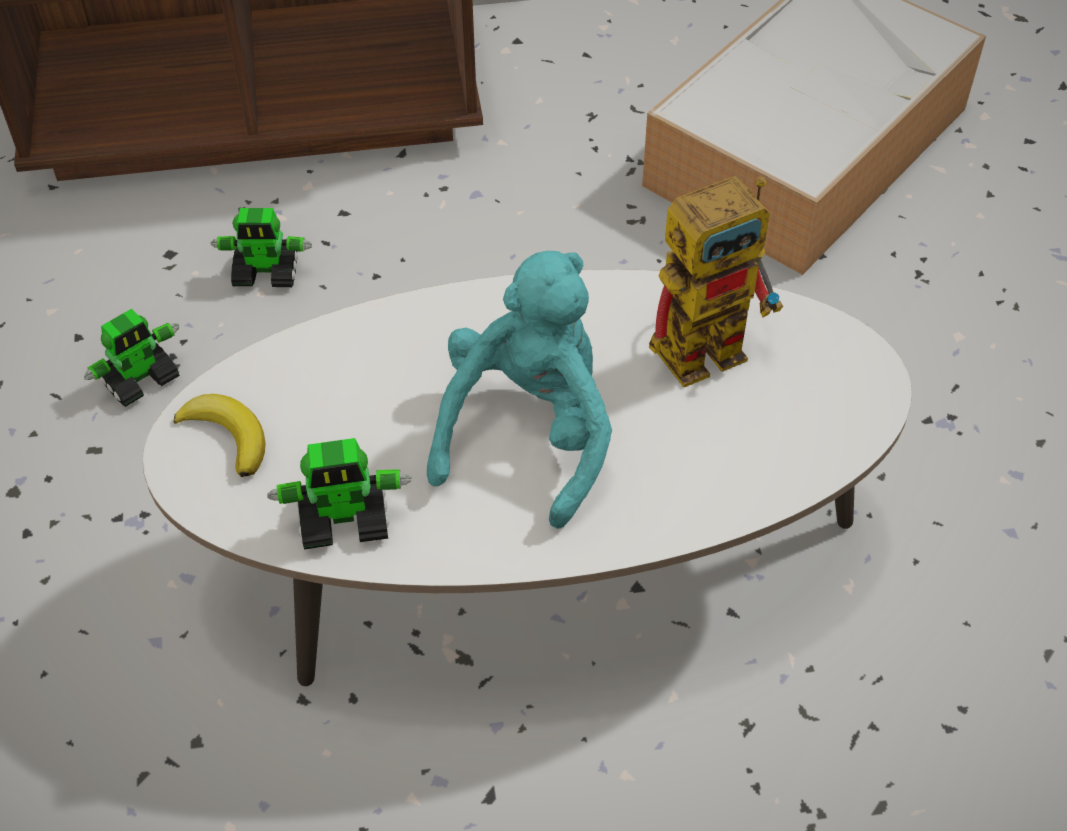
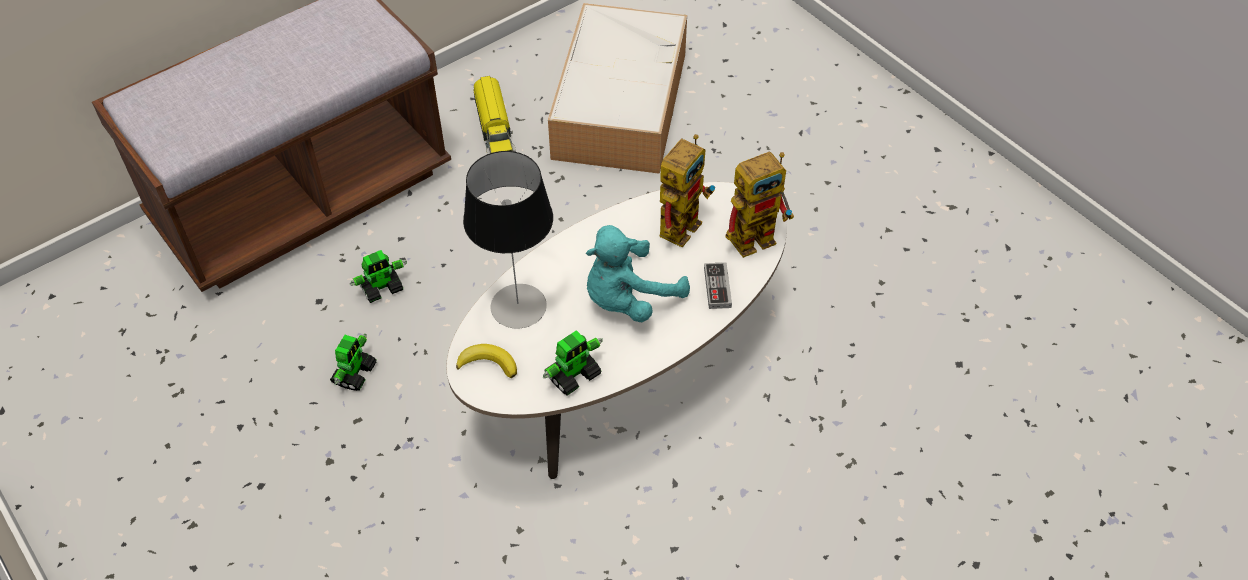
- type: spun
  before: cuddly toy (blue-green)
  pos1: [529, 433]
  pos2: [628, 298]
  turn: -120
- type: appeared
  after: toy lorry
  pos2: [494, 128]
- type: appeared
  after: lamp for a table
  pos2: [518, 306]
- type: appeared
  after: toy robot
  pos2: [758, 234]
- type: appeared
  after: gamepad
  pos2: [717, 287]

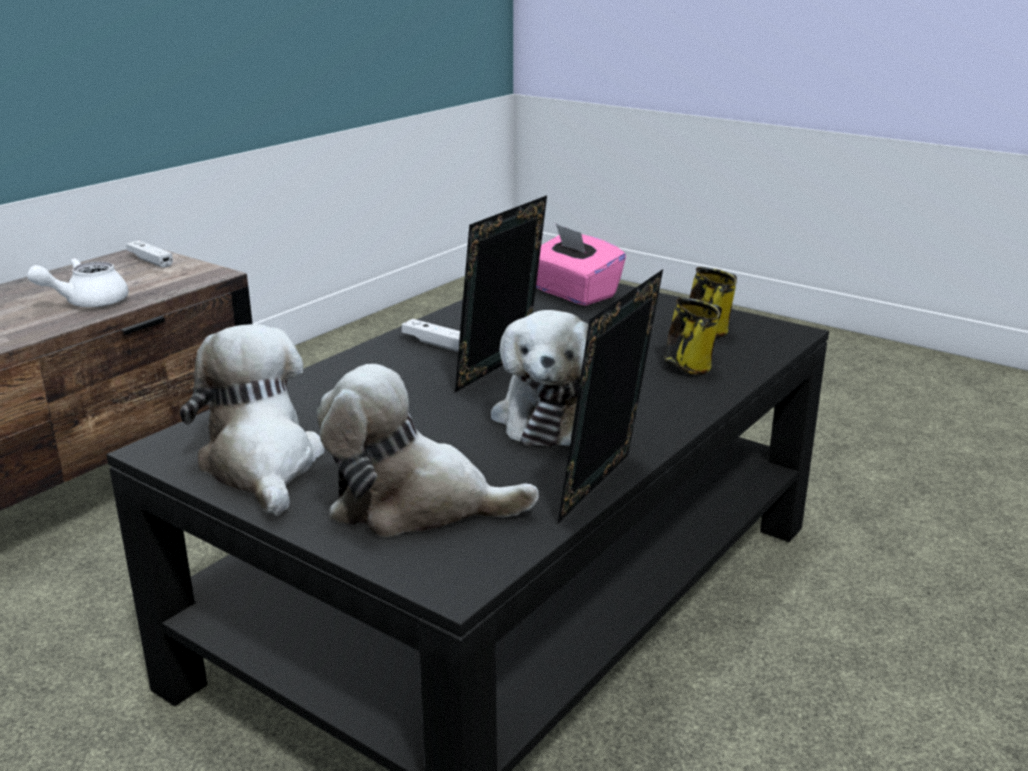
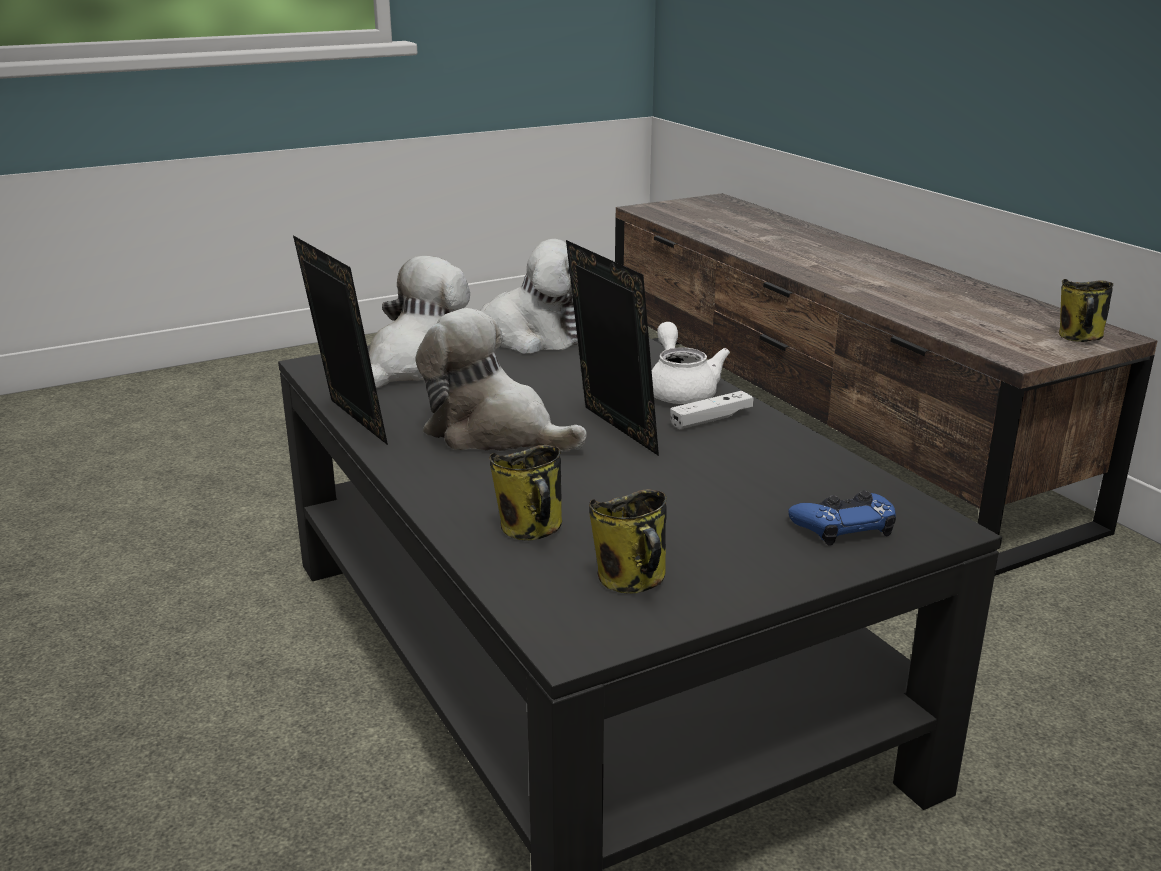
- type: exchanged
  before: tissue holder (pink)
  after: gamepad (bluish)
  pos1: [573, 293]
  pos2: [843, 526]
- type: exchanged
  before: gamepad (white-coloured)
  after: coffee mug
  pos1: [150, 260]
  pos2: [1080, 338]
- type: relocated
  before: pot for tea (white-coloured)
  pos1: [87, 302]
  pos2: [680, 390]

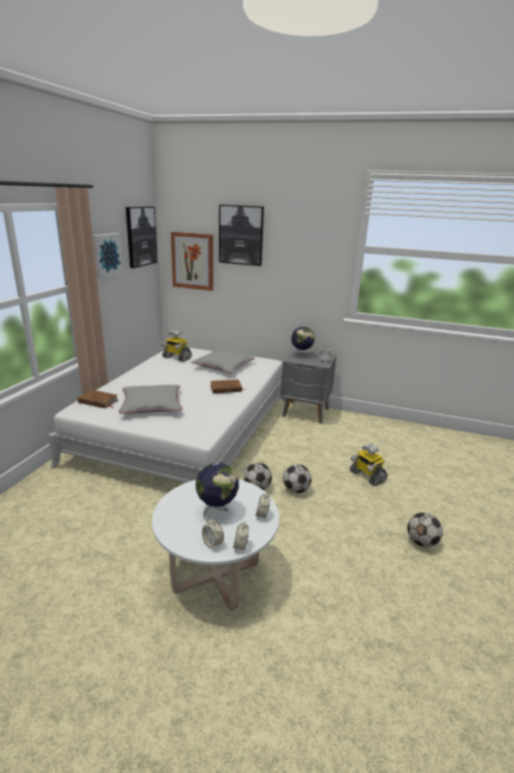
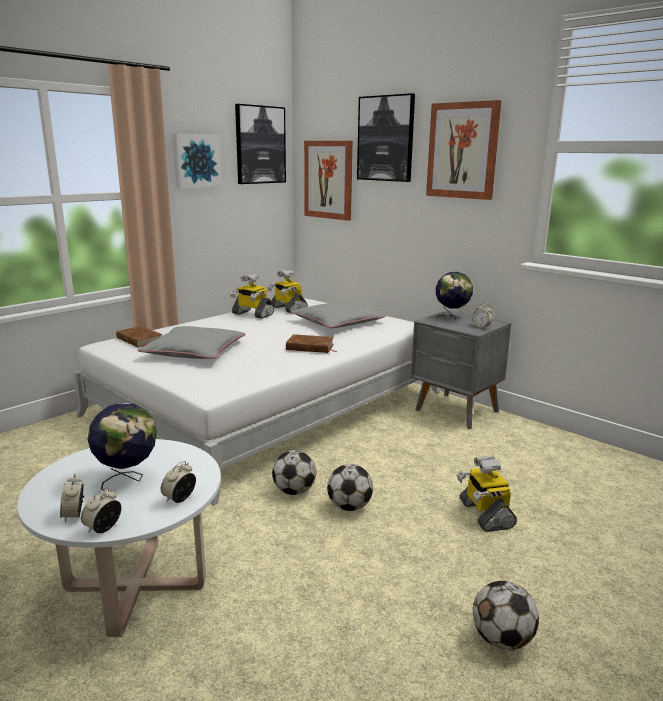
- type: appeared
  after: wall picture
  pos2: [462, 151]
- type: appeared
  after: toy robot
  pos2: [252, 314]

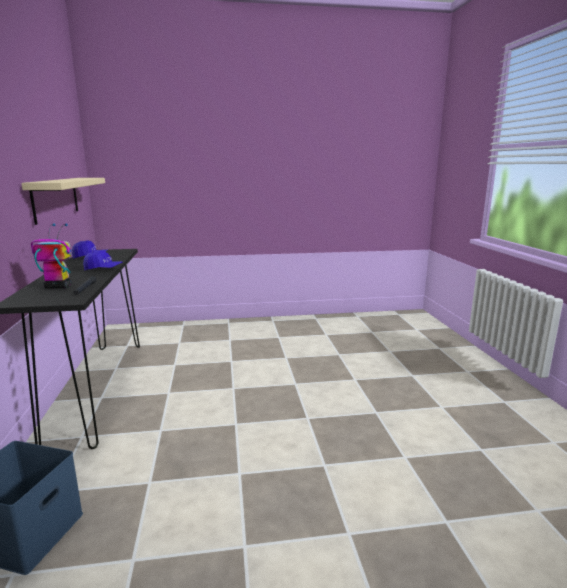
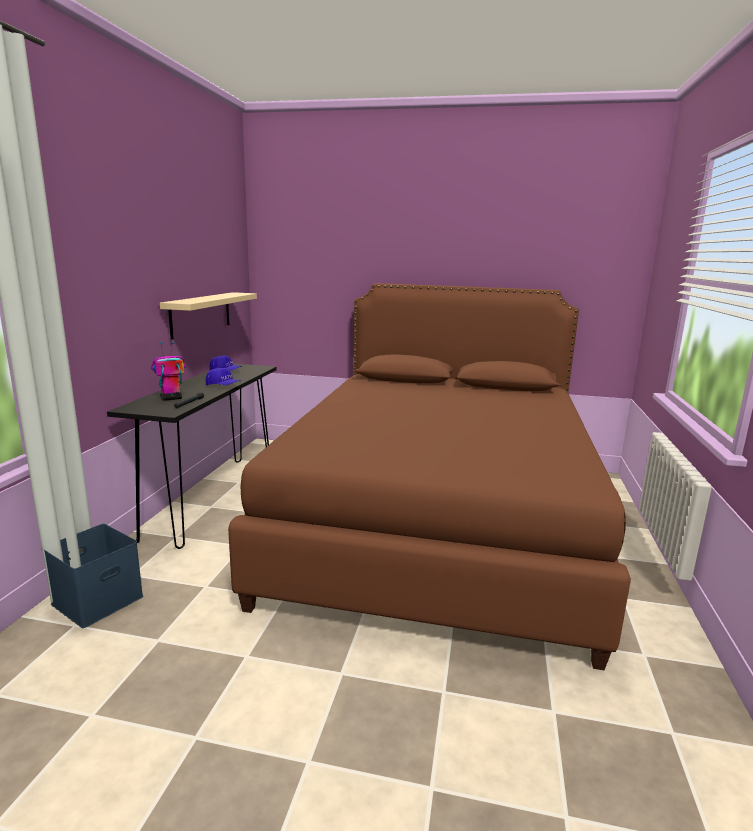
- type: spun
  before: toy robot
  pos1: [57, 287]
  pos2: [170, 398]
  turn: -45
- type: appeared
  after: bed (brown-coloured)
  pos2: [437, 522]

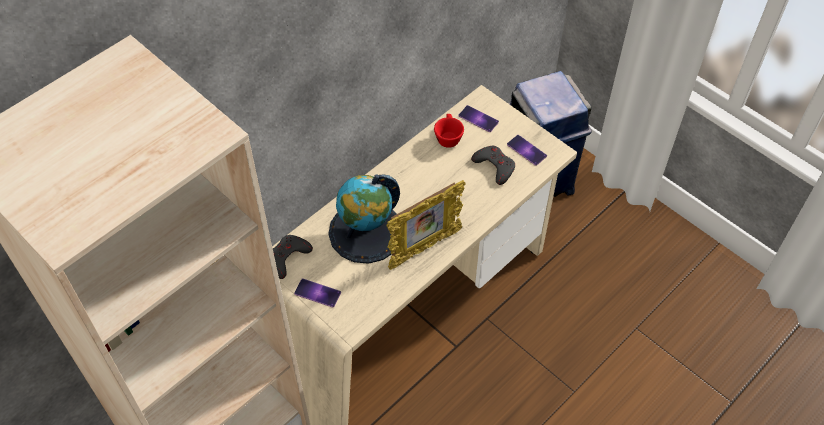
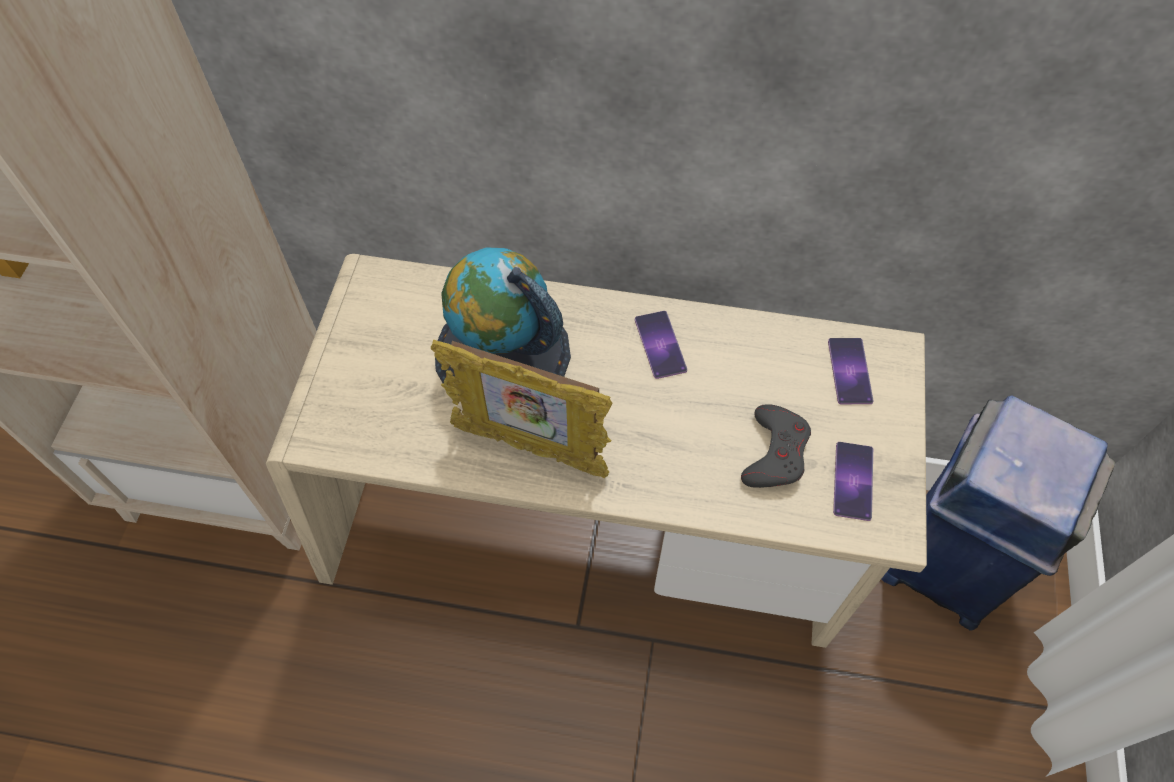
- type: missing
  before: drinking cup (red)
  pos1: [448, 137]
- type: missing
  before: gamepad (grey)
  pos1: [287, 258]
- type: relocated
  before: telephone
  pos1: [317, 293]
  pos2: [660, 344]

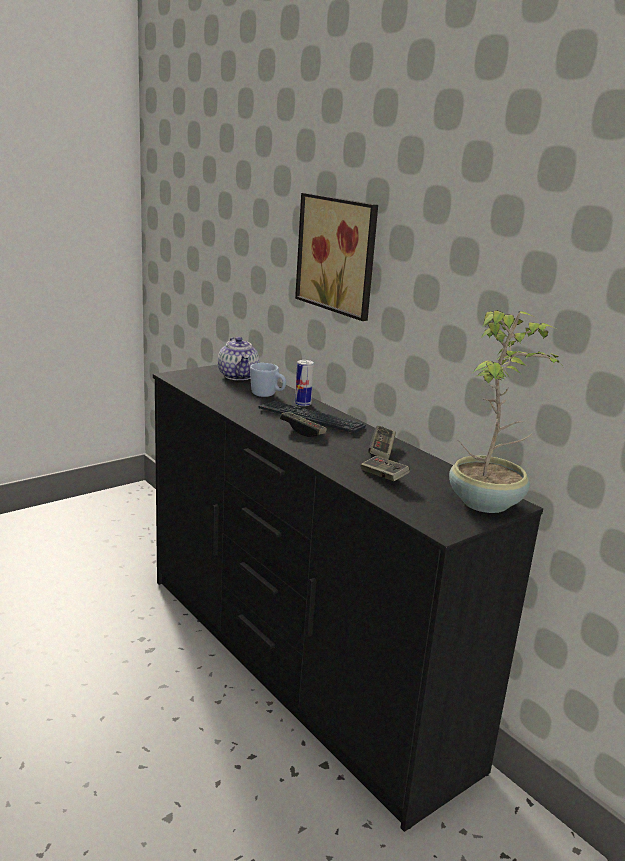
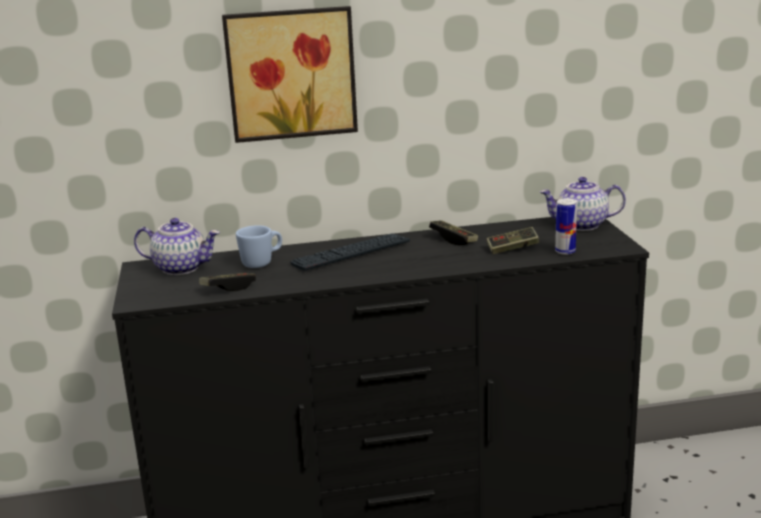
- type: exchanged
  before: potted plant
  after: pot for tea
  pos1: [487, 503]
  pos2: [581, 225]
- type: relocated
  before: can
  pos1: [302, 404]
  pos2: [565, 251]
- type: relocated
  before: gamepad
  pos1: [302, 431]
  pos2: [228, 288]

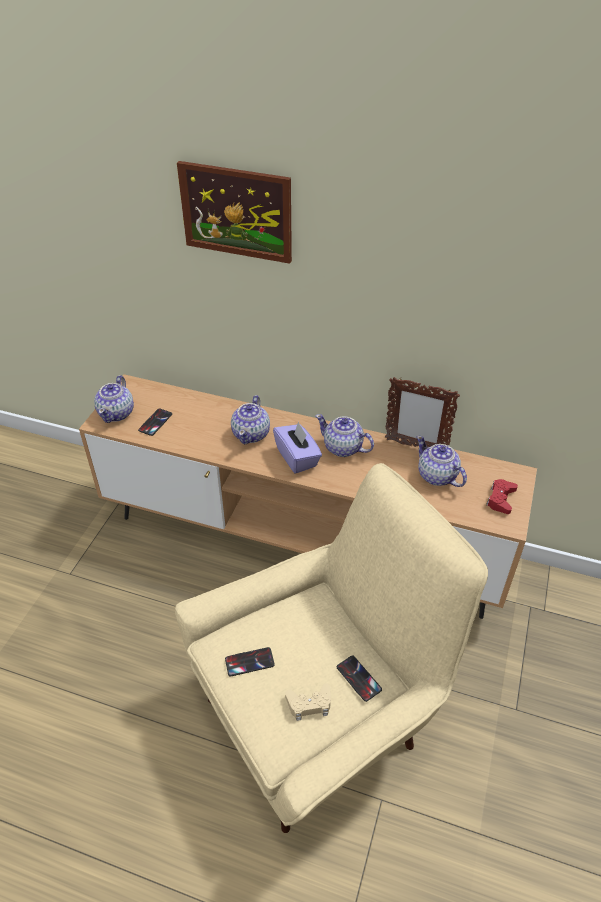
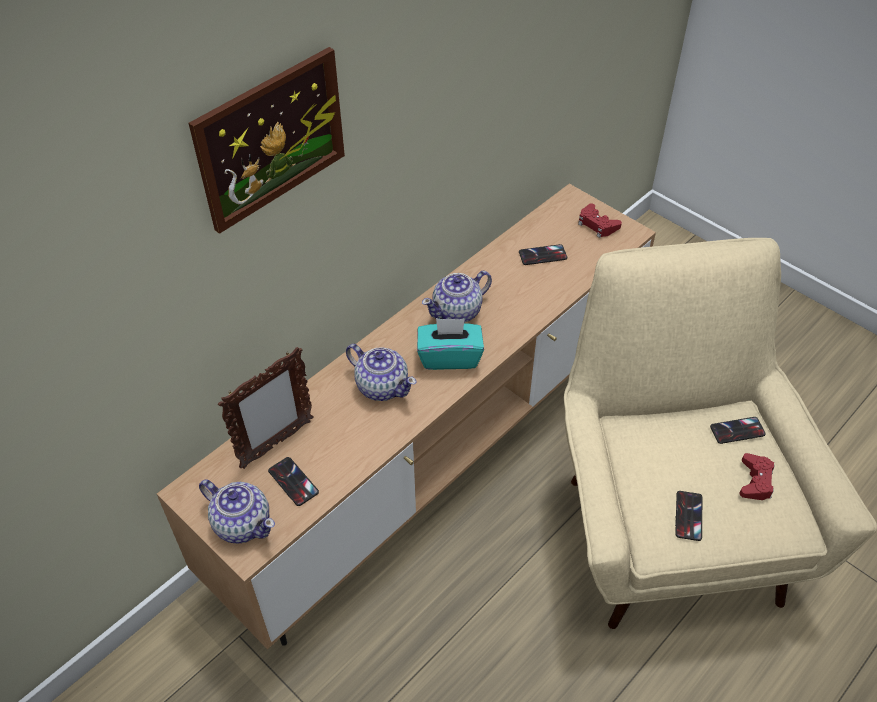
- type: relocated
  before: standing frame
  pos1: [415, 447]
  pos2: [276, 444]
- type: colour
  before: tissue holder (purple)
  after: tissue holder (blue-green)
  pos1: [297, 458]
  pos2: [449, 357]
- type: exchanged
  before: pot for tea
  after: telephone
  pos1: [437, 476]
  pos2: [542, 255]
- type: colour
  before: gamepad (sand-coloured)
  after: gamepad (red)
  pos1: [309, 704]
  pos2: [755, 481]

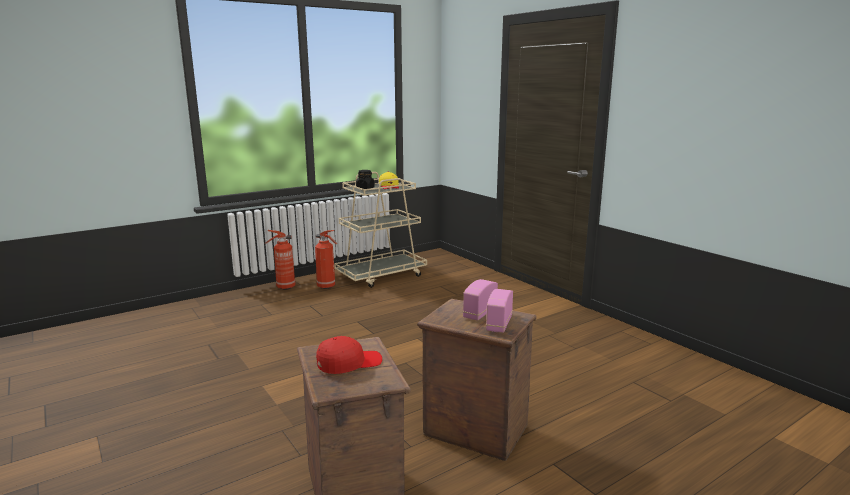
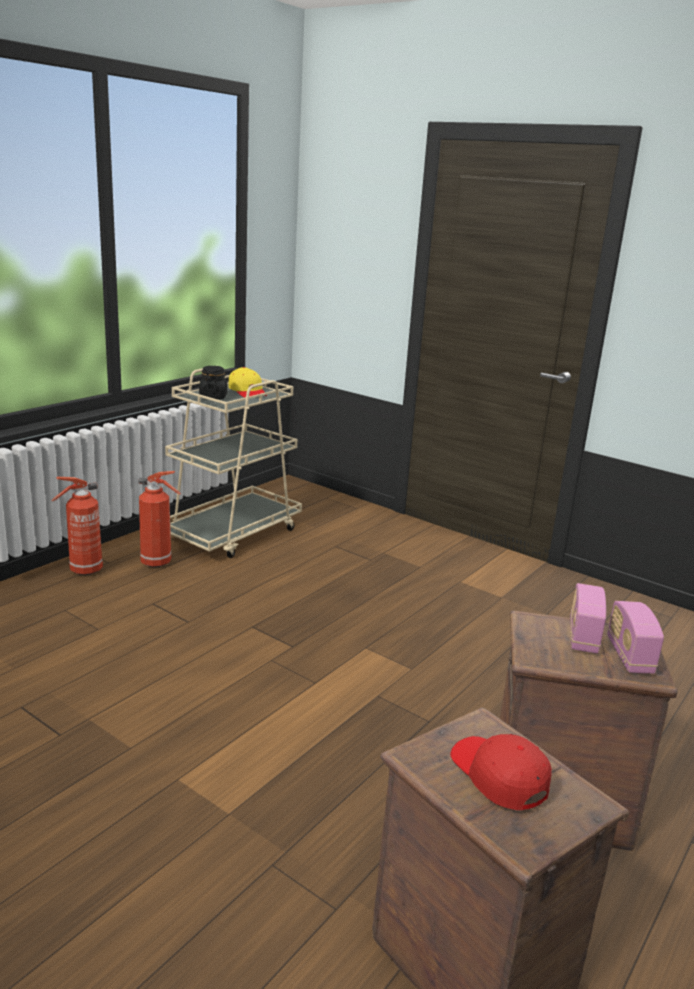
- type: spun
  before: cap (red)
  pos1: [348, 363]
  pos2: [498, 776]
  turn: -75

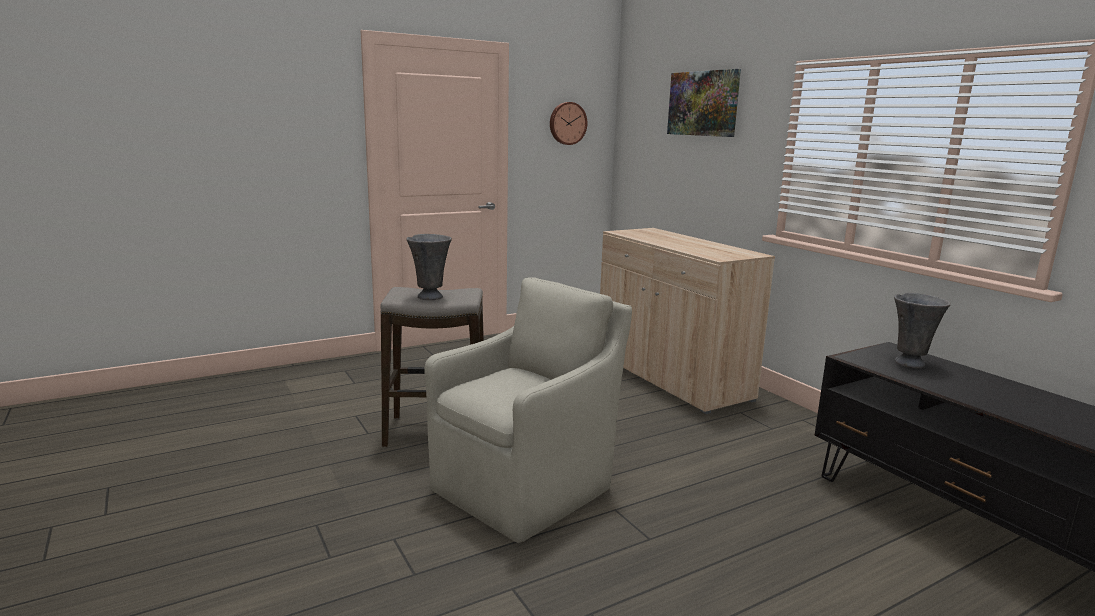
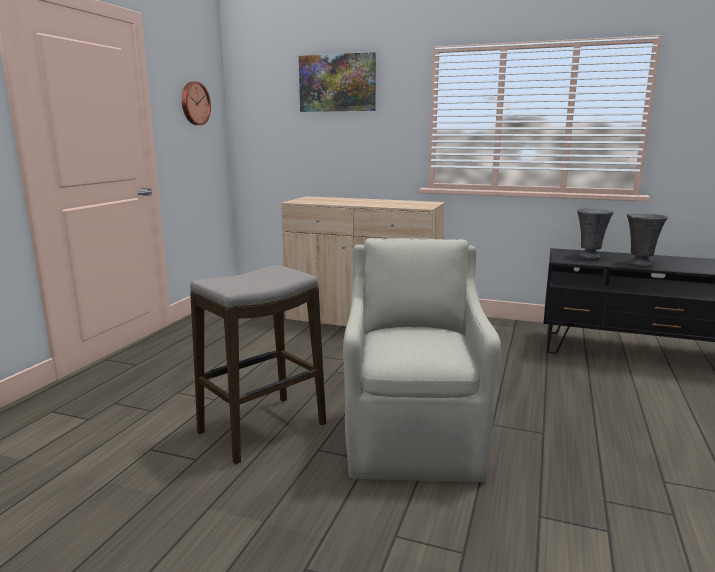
- type: relocated
  before: flower vase (grey)
  pos1: [430, 297]
  pos2: [639, 264]

